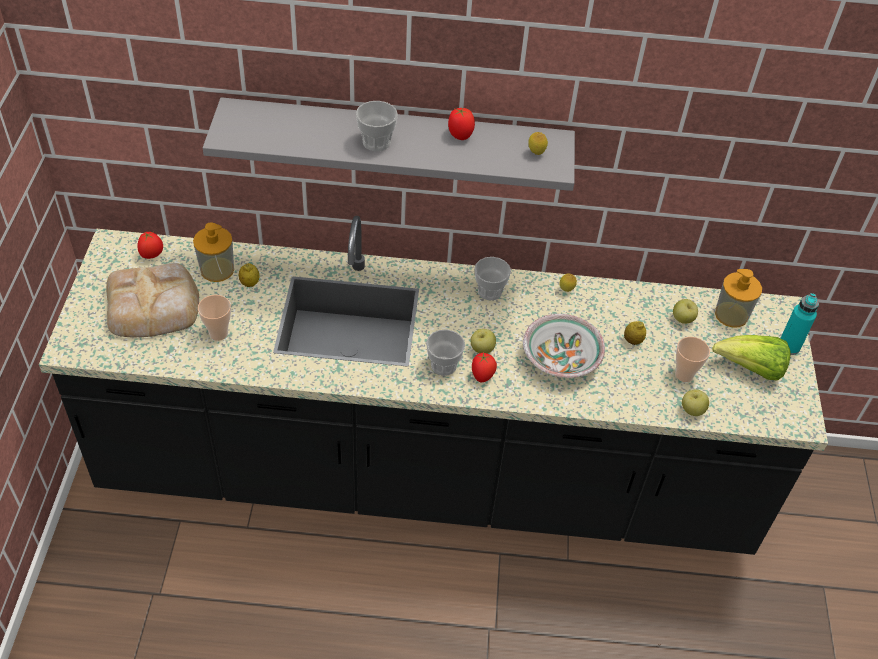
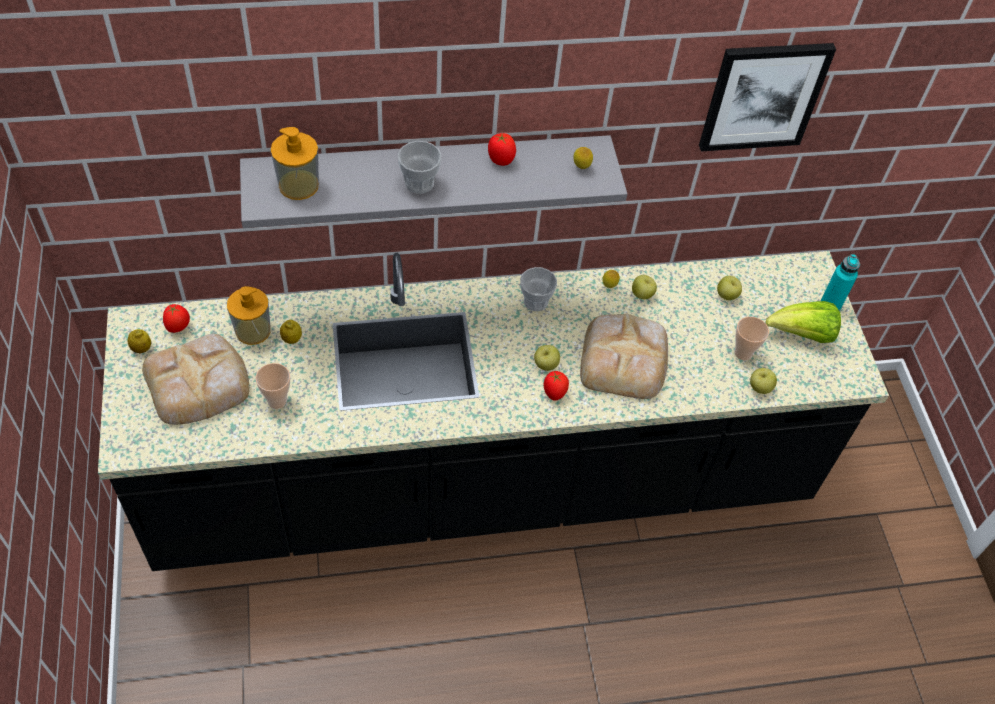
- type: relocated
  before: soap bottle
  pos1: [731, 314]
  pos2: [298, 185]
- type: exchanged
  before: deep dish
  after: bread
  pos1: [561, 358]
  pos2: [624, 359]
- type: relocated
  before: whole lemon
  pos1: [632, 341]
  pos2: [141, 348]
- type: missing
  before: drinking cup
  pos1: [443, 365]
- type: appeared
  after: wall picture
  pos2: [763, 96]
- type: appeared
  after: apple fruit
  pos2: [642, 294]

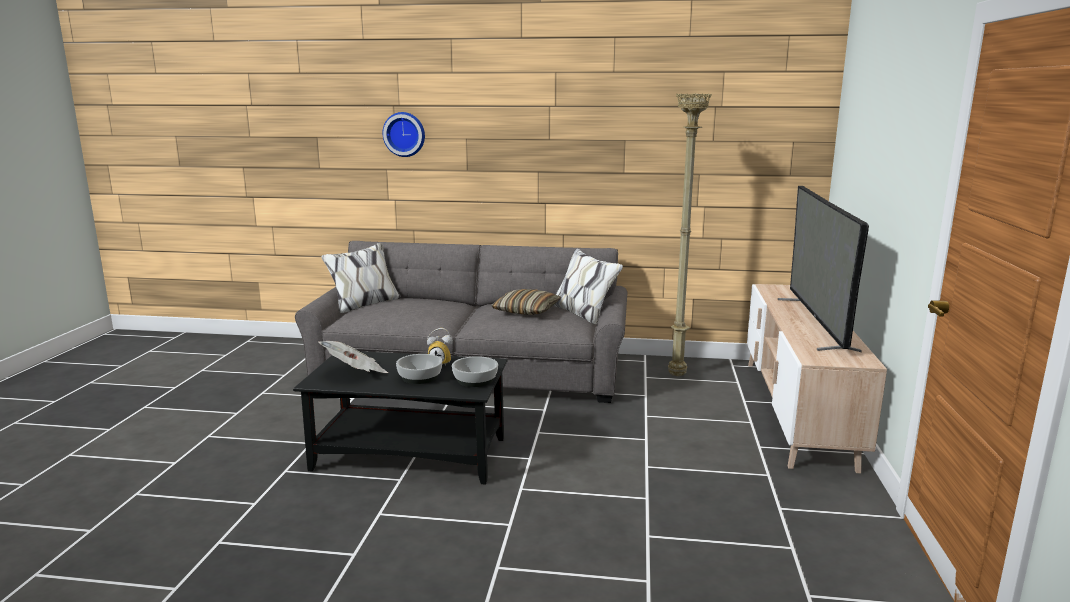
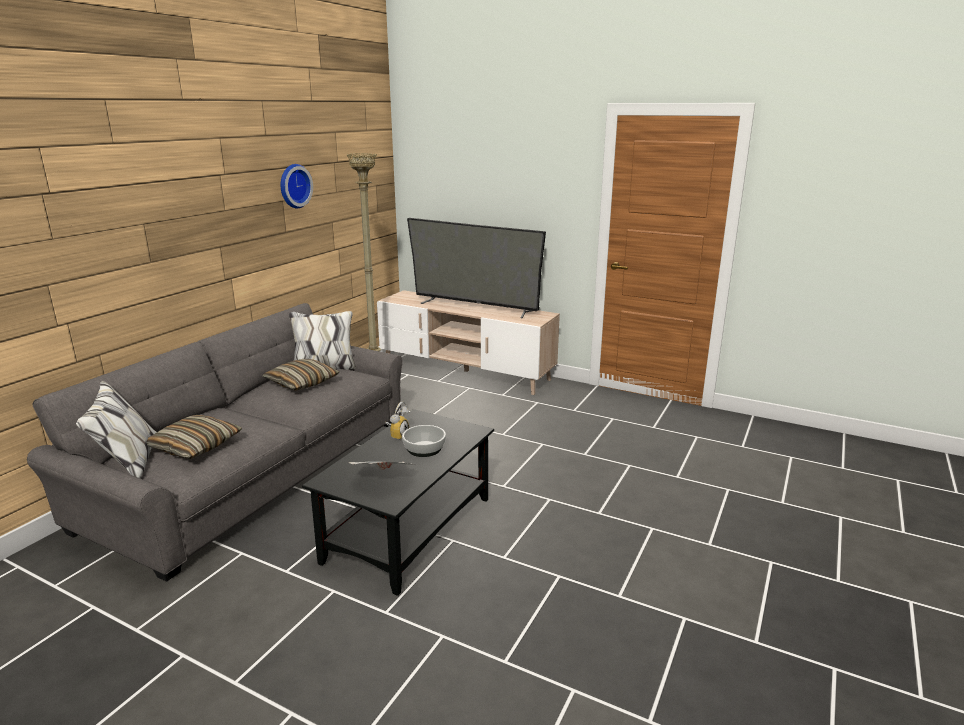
- type: relocated
  before: clock on the wall
  pos1: [405, 134]
  pos2: [293, 186]
- type: missing
  before: deep dish
  pos1: [475, 380]
- type: appeared
  after: cushion
  pos2: [195, 446]

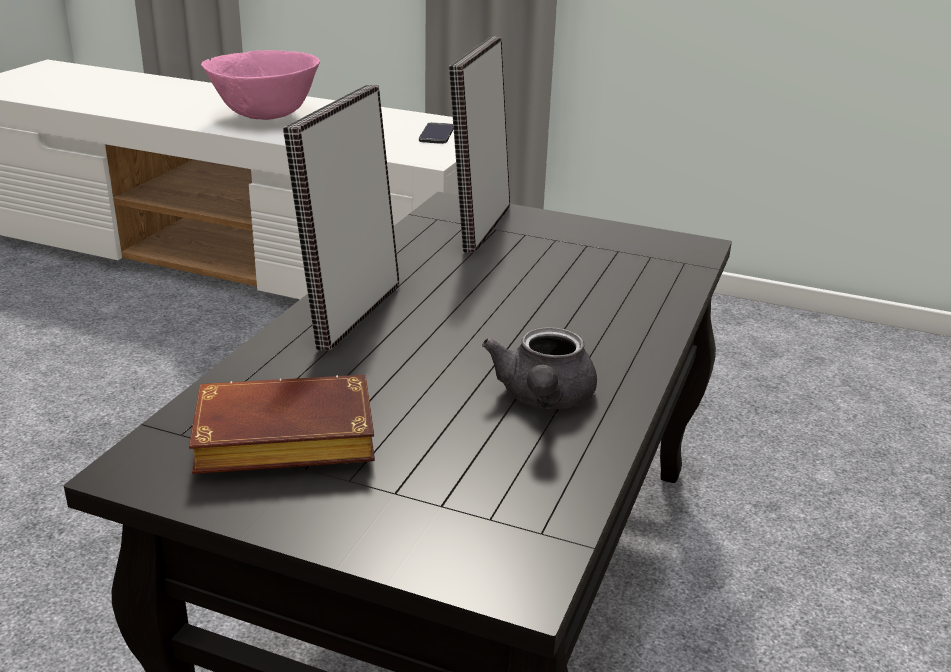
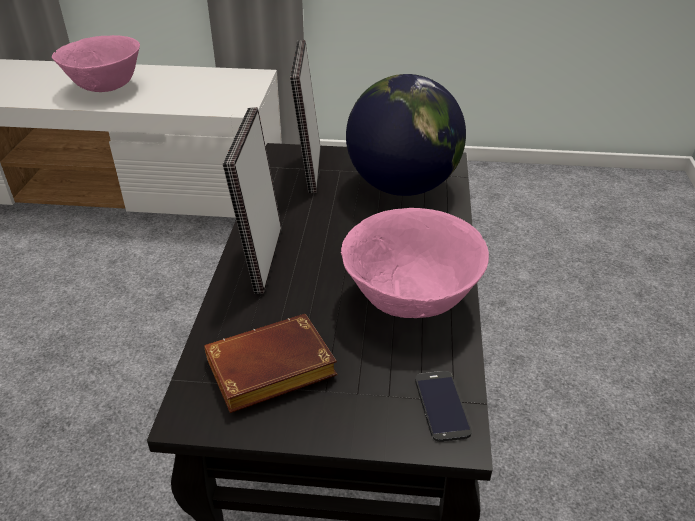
- type: relocated
  before: telephone
  pos1: [437, 134]
  pos2: [442, 405]
- type: exchanged
  before: pot for tea (grey)
  after: deep dish (pink)
  pos1: [543, 399]
  pos2: [411, 301]
- type: appeared
  after: globe
  pos2: [402, 186]

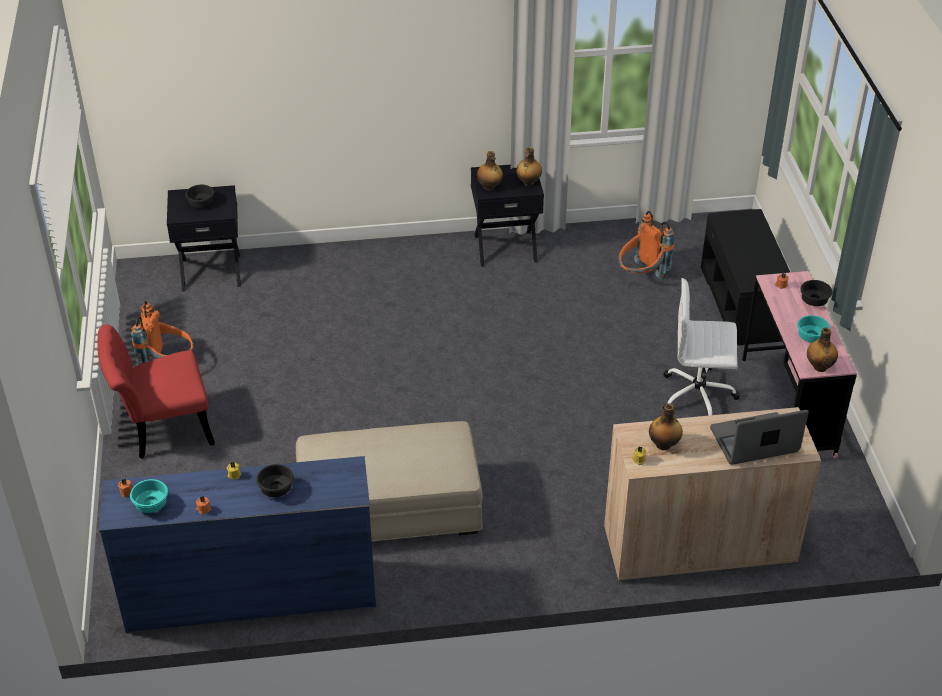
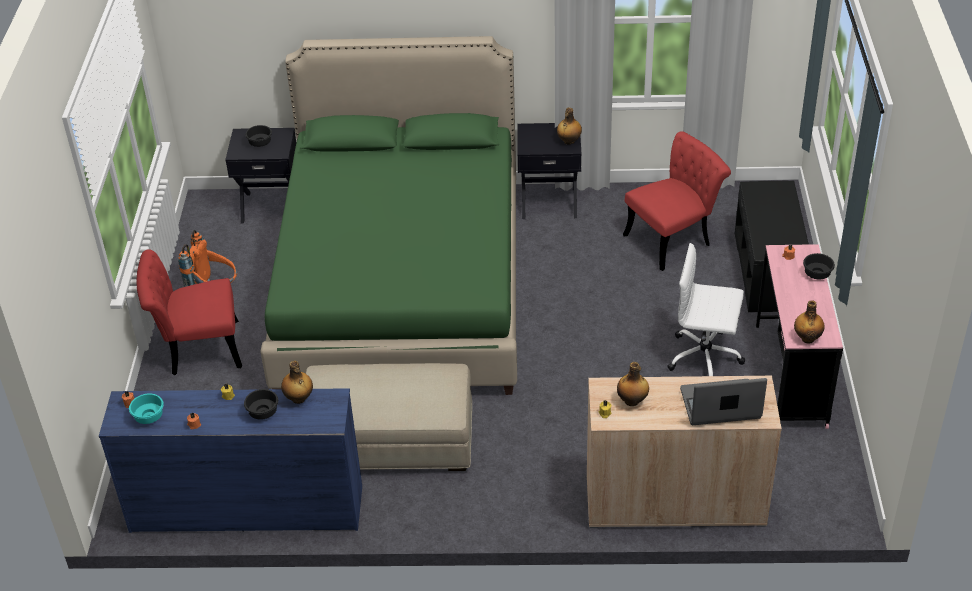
- type: relocated
  before: beverage bottle
  pos1: [489, 187]
  pos2: [299, 399]
- type: exchanged
  before: knapsack (orange)
  after: plain chair (red)
  pos1: [641, 277]
  pos2: [674, 239]
- type: missing
  before: deep dish (blue-green)
  pos1: [810, 337]
- type: appeared
  after: bed (green-coloured)
  pos2: [402, 285]

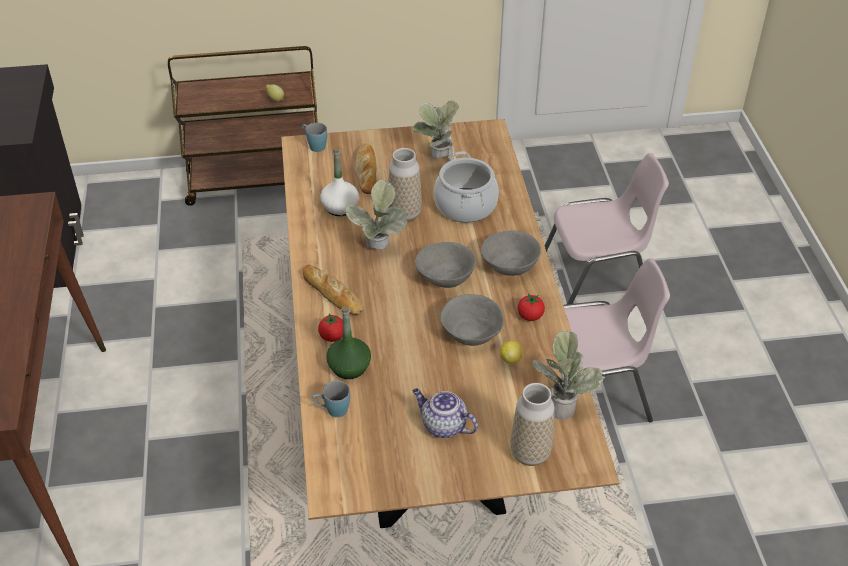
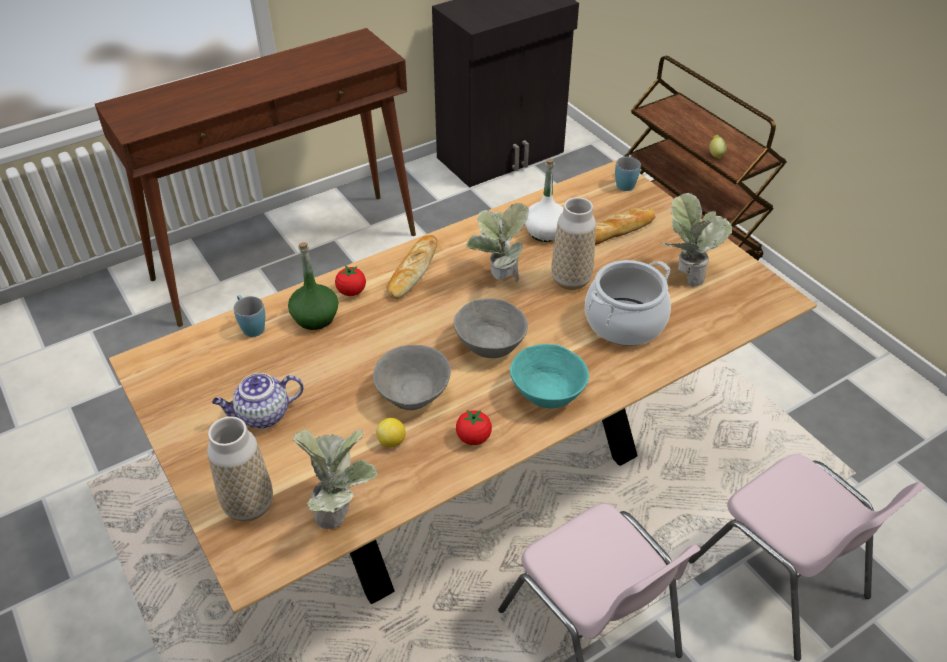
- type: colour
  before: deep dish (grey)
  after: deep dish (blue-green)
  pos1: [510, 266]
  pos2: [548, 393]
- type: spun
  before: pot for tea
  pos1: [443, 426]
  pos2: [262, 415]
  turn: -120

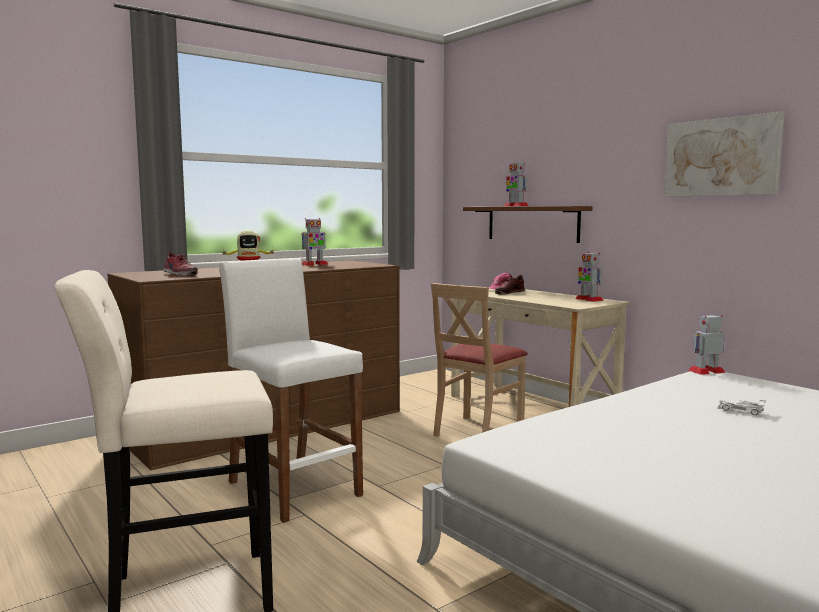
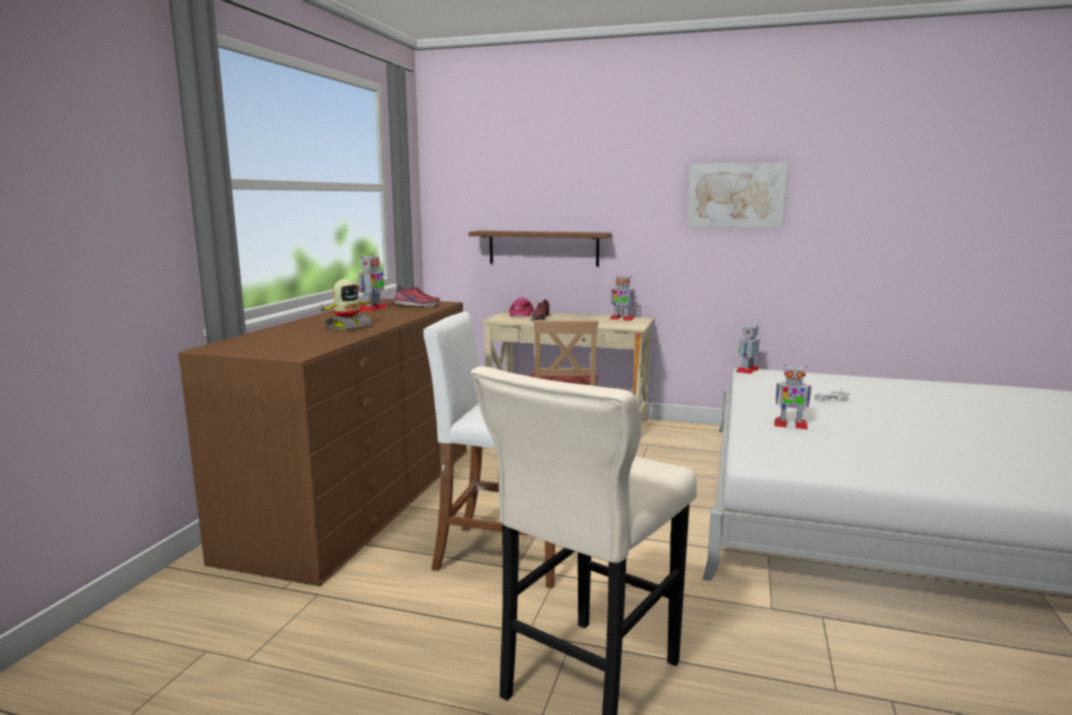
- type: relocated
  before: toy robot
  pos1: [515, 206]
  pos2: [790, 425]
- type: relocated
  before: item of footwear
  pos1: [179, 274]
  pos2: [416, 306]

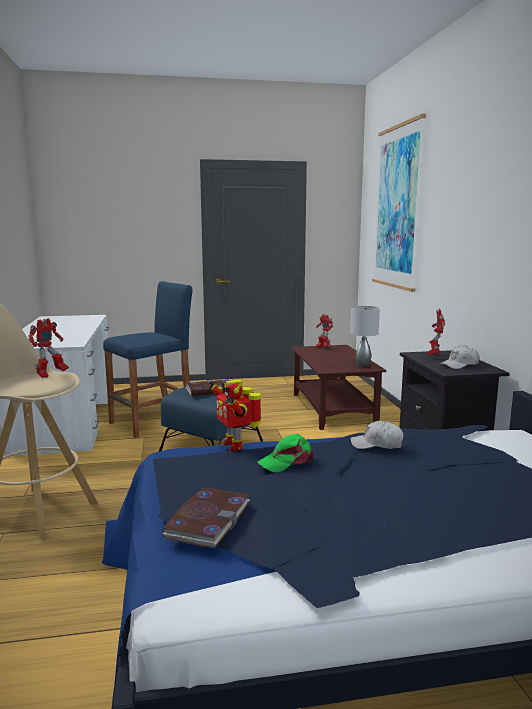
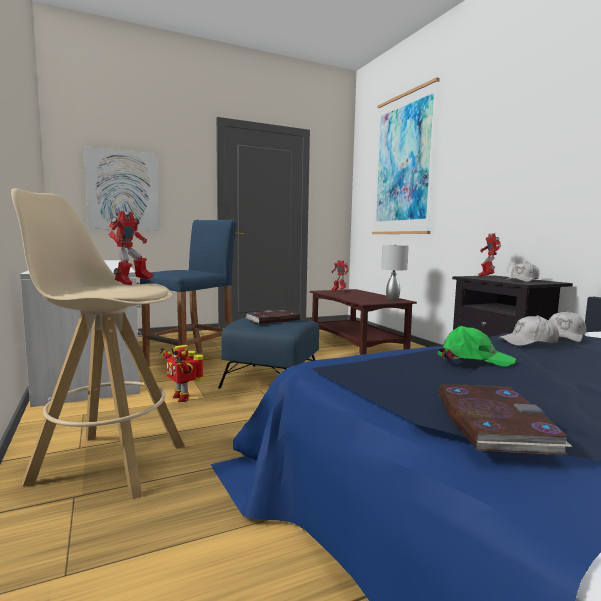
- type: relocated
  before: toy robot
  pos1: [235, 445]
  pos2: [182, 397]
- type: spun
  before: cap (green-coloured)
  pos1: [287, 461]
  pos2: [473, 358]
  turn: -120
- type: appeared
  after: wall picture
  pos2: [123, 190]
- type: appeared
  after: cap (white-coloured)
  pos2: [564, 336]

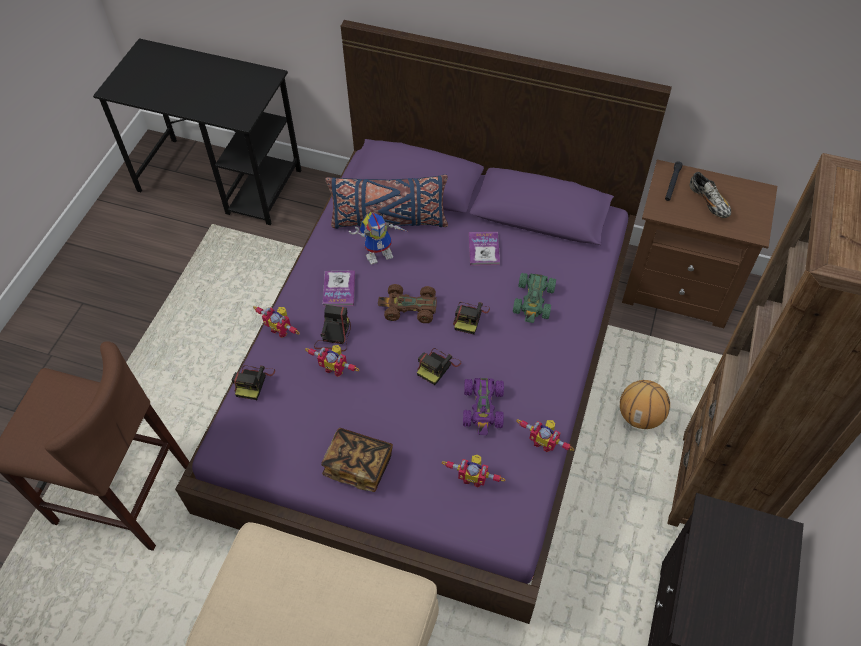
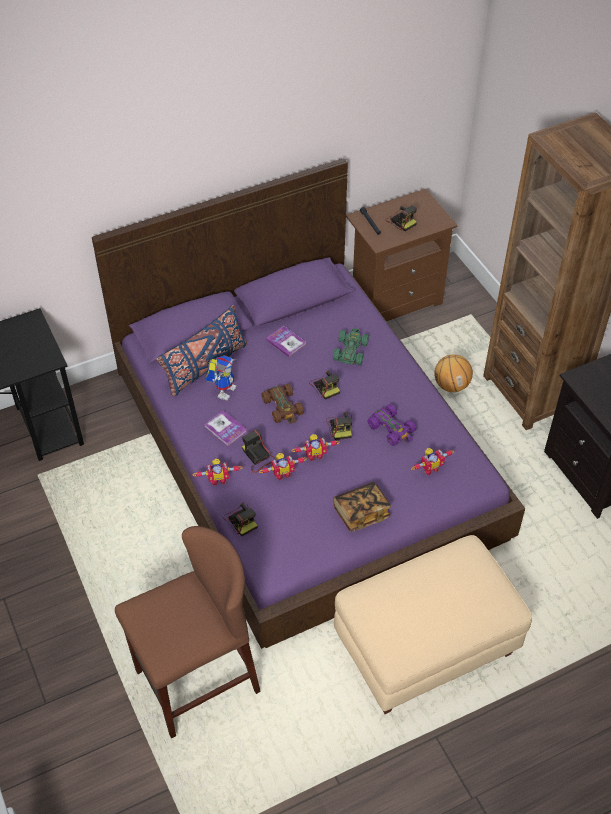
- type: exchanged
  before: item of footwear
  after: still camera
  pos1: [708, 202]
  pos2: [401, 221]
- type: spun
  before: toy car (green-coloured)
  pos1: [534, 301]
  pos2: [350, 350]
  turn: -135
- type: spun
  before: toy car (brown-coloured)
  pos1: [409, 308]
  pos2: [283, 407]
  turn: -75
- type: relocated
  before: toy robot
  pos1: [544, 442]
  pos2: [314, 454]

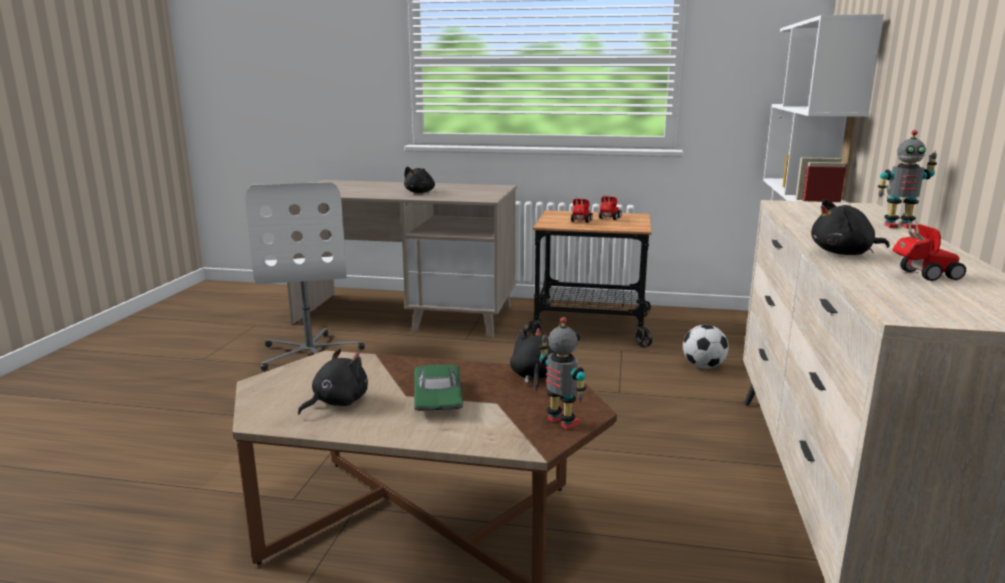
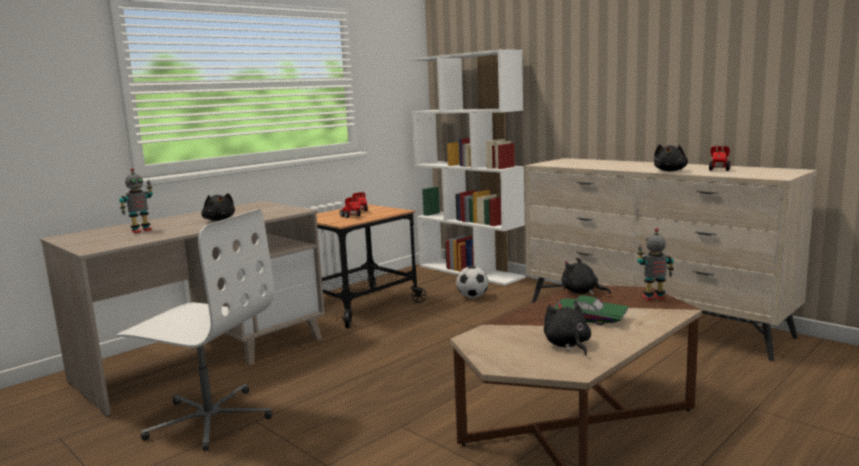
- type: relocated
  before: toy robot
  pos1: [898, 226]
  pos2: [141, 231]

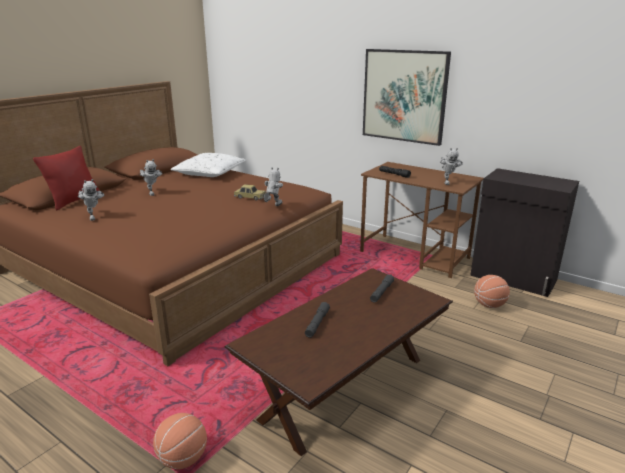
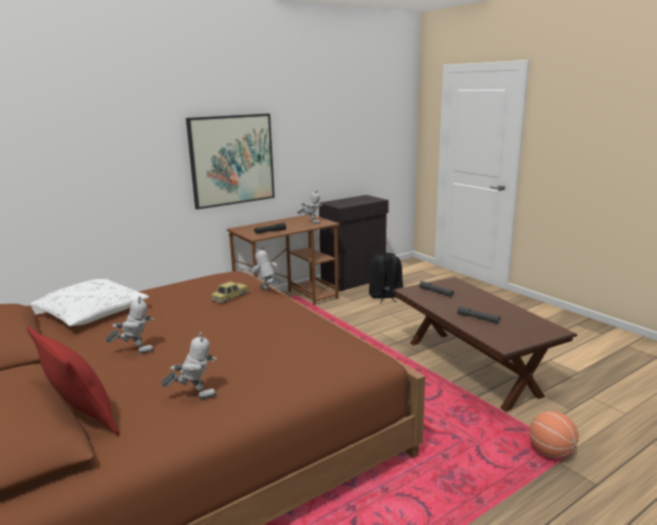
- type: exchanged
  before: basketball
  after: knapsack (blackish)
  pos1: [489, 305]
  pos2: [385, 296]

